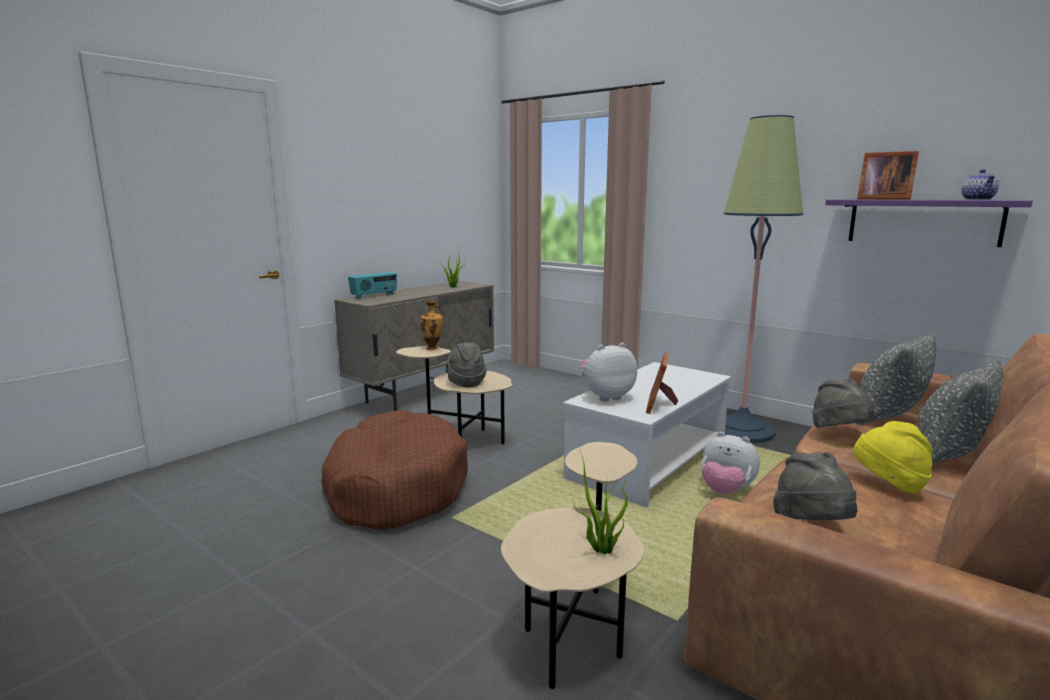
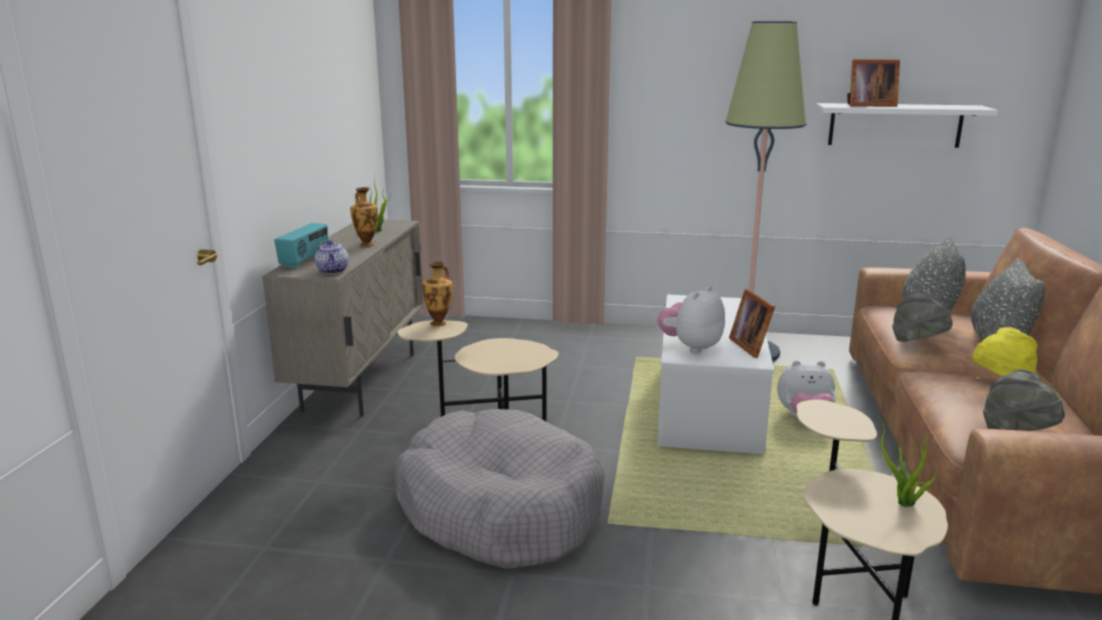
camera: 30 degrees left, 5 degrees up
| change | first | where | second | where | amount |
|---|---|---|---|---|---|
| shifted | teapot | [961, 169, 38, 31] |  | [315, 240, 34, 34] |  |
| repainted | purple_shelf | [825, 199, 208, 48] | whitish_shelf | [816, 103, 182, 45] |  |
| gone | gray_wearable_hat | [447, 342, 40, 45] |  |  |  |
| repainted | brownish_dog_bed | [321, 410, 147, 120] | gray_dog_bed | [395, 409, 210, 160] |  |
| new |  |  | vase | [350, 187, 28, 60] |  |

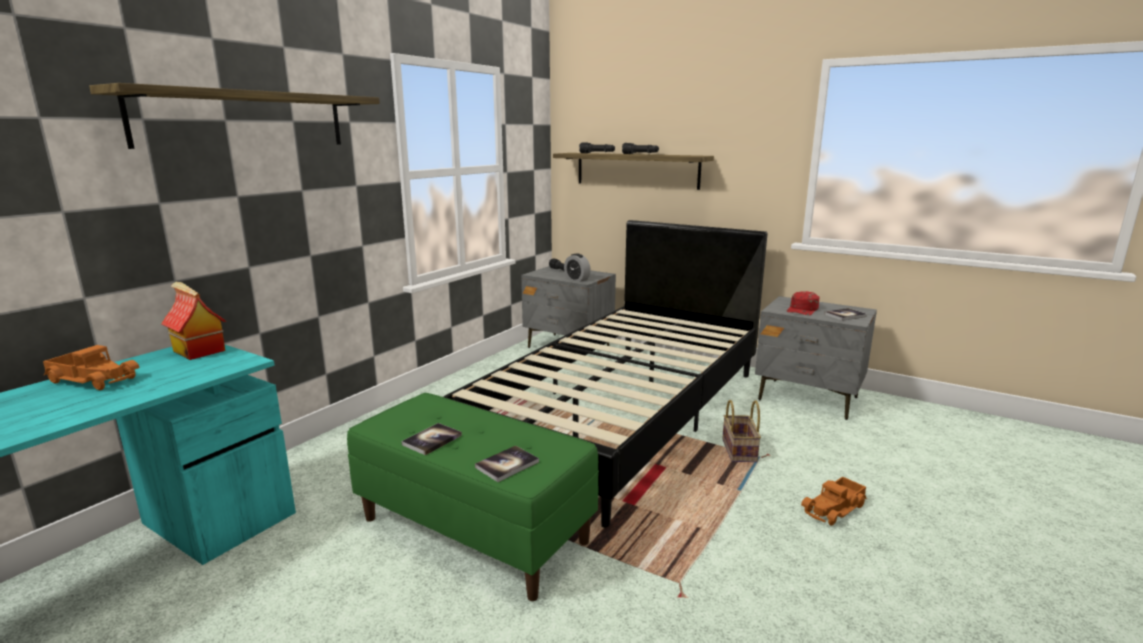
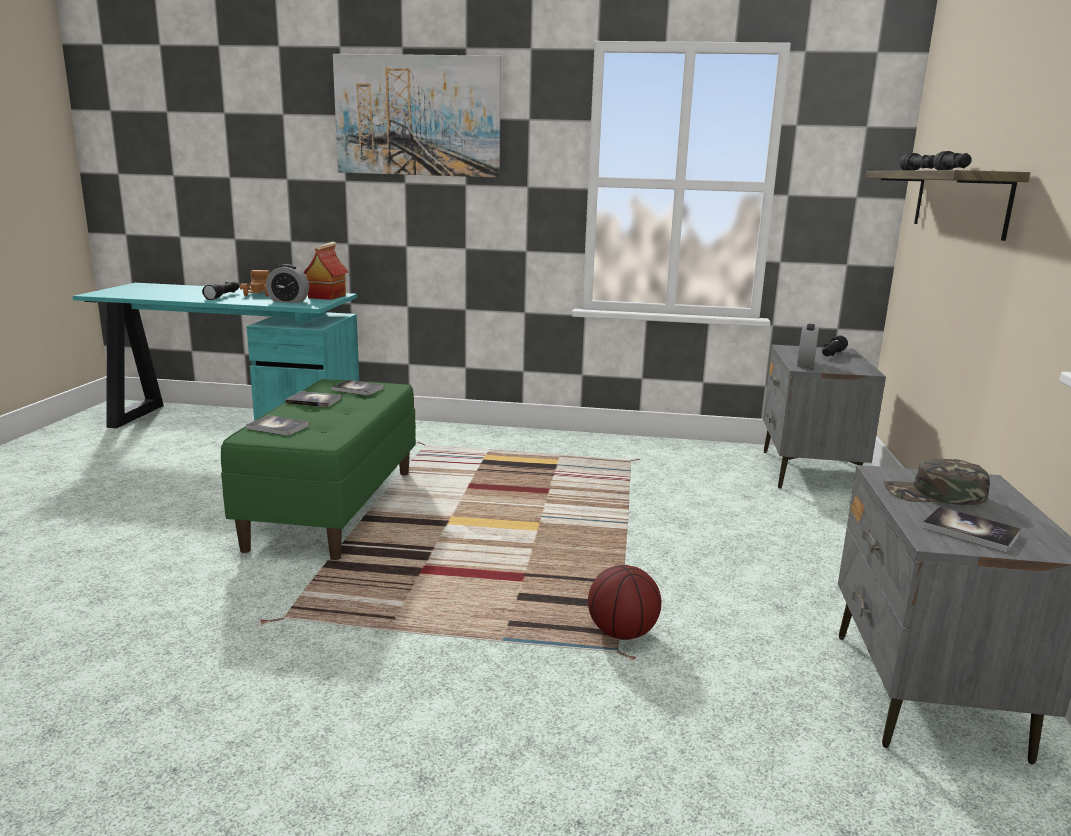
camera: 65 degrees right, 0 degrees up
| change | first | where | second | where | amount |
|---|---|---|---|---|---|
| swapped | shelf | [89, 83, 291, 66] | picture | [333, 54, 168, 123] |  |
| gone | black-coloured_sleeping_bed | [444, 220, 323, 308] |  |  |  |
| repainted | red-coloured_peaked_cap | [787, 291, 32, 24] | green-coloured_peaked_cap | [883, 459, 107, 46] |  |
| swapped | basket | [722, 400, 39, 62] | basketball | [588, 565, 73, 75] |  |
| gone | toy_lorry | [801, 476, 66, 50] |  |  |  |
| new |  |  | bedside_clock | [266, 264, 43, 39] |  |
| new |  |  | black-coloured_torch | [202, 282, 37, 18] |  |
| new |  |  | volume | [331, 380, 53, 16] |  |

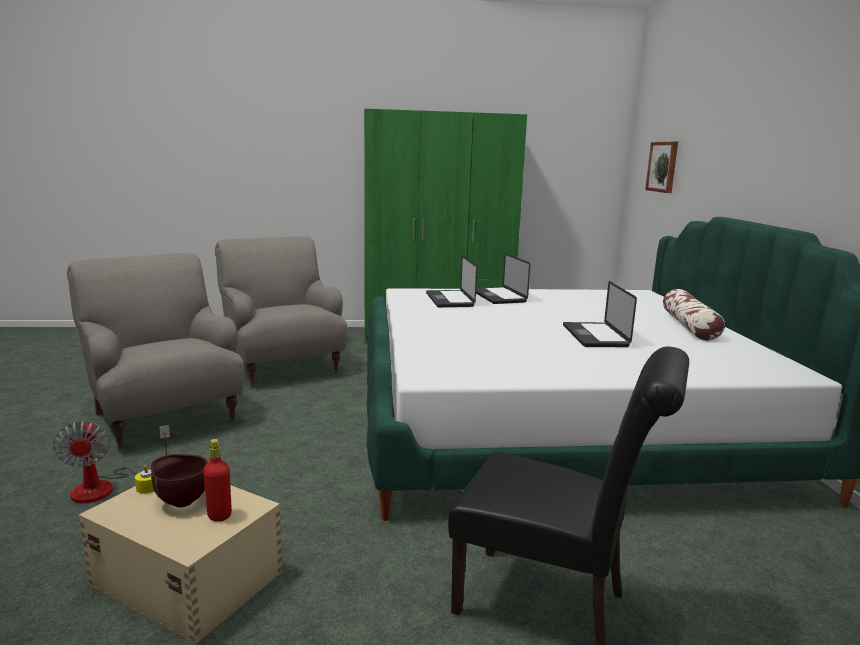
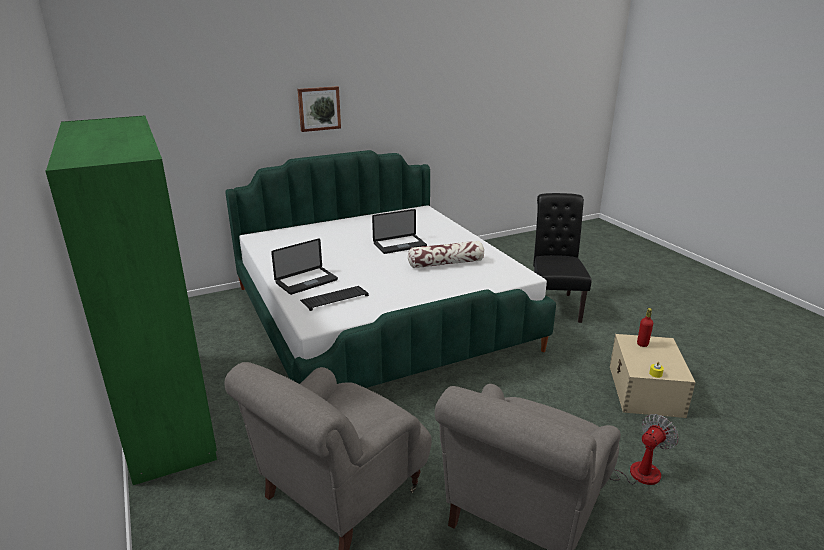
camera: 110 degrees left, 10 degrees up
| change | first | where | second | where | amount |
|---|---|---|---|---|---|
| shifted | picture | [645, 141, 33, 52] |  | [297, 86, 44, 46] |  |
| swapped | portable_computer | [426, 255, 51, 52] | keyboard | [300, 286, 69, 25] |  |
| shifted | cushion | [663, 289, 62, 52] |  | [408, 241, 76, 27] |  |
| gone | brownish_serving_bowl | [151, 454, 57, 53] |  |  |  |

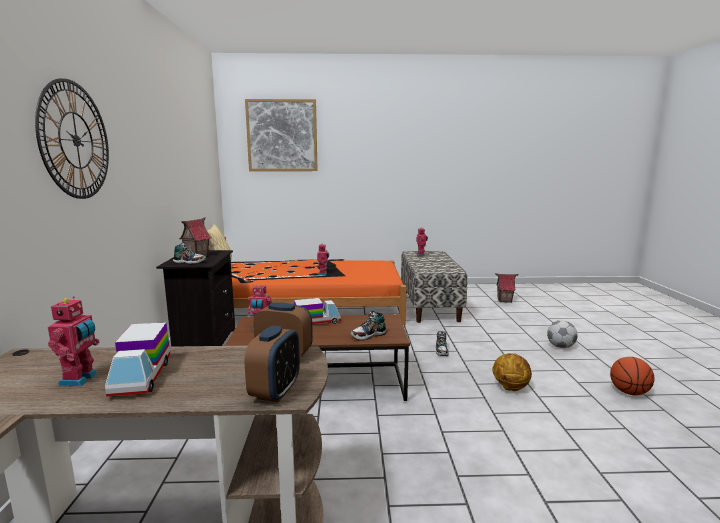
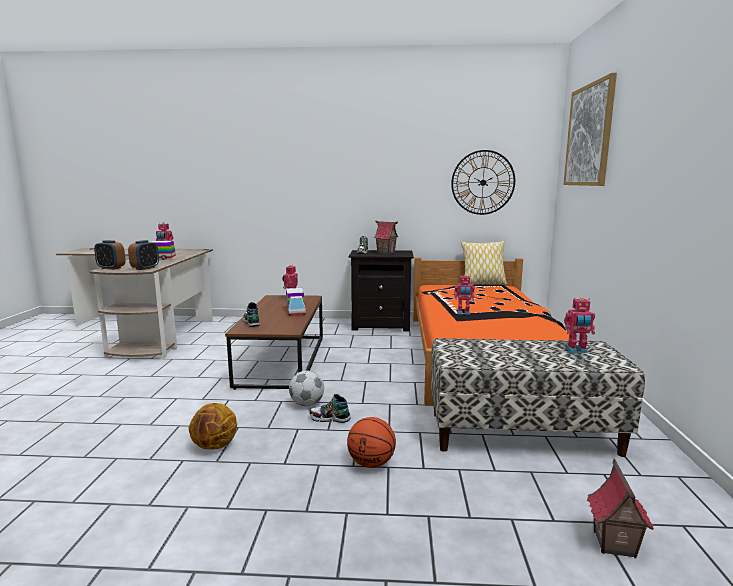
camera: 95 degrees right, 0 degrees up
| change | first | where | second | where | amount |
|---|---|---|---|---|---|
| shifted | clock_on_the_wall | [35, 78, 74, 121] |  | [451, 150, 64, 65] |  |
| shifted | ball_for_football | [547, 320, 31, 28] |  | [289, 371, 35, 35] |  |
| shifted | basketball | [610, 357, 44, 38] |  | [347, 417, 49, 51] |  |

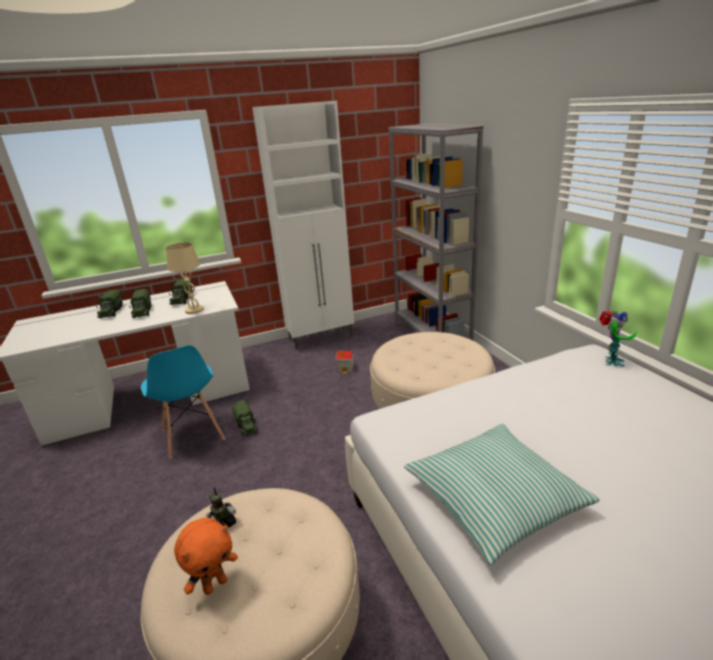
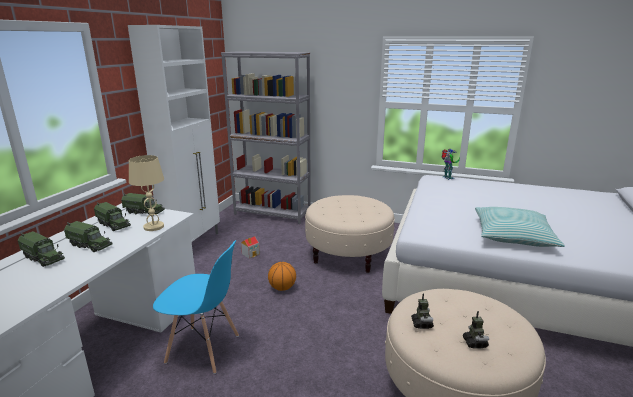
camera: 50 degrees left, 5 degrees down
| change | first | where | second | where | amount |
|---|---|---|---|---|---|
| shifted | toy_lorry | [232, 400, 26, 36] |  | [121, 193, 44, 22] |  |
| swapped | orange_cuddly_toy | [174, 518, 64, 77] | robot_figure | [463, 311, 26, 38] |  |
| new |  |  | basketball | [268, 262, 28, 29] |  |

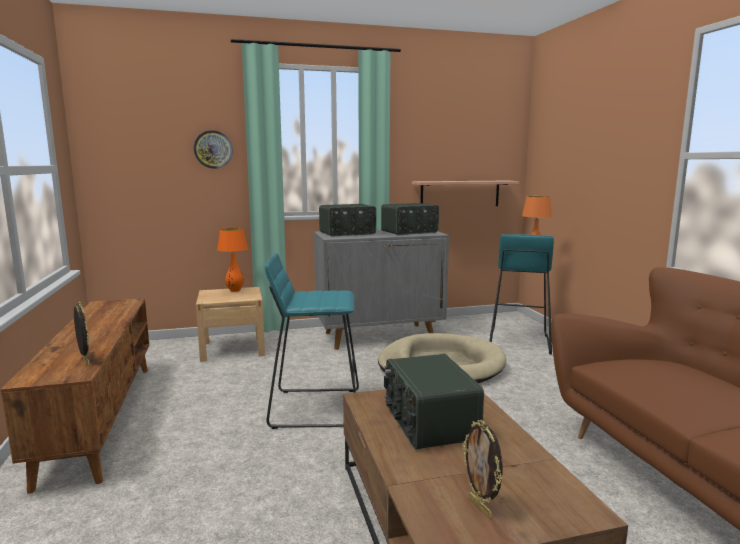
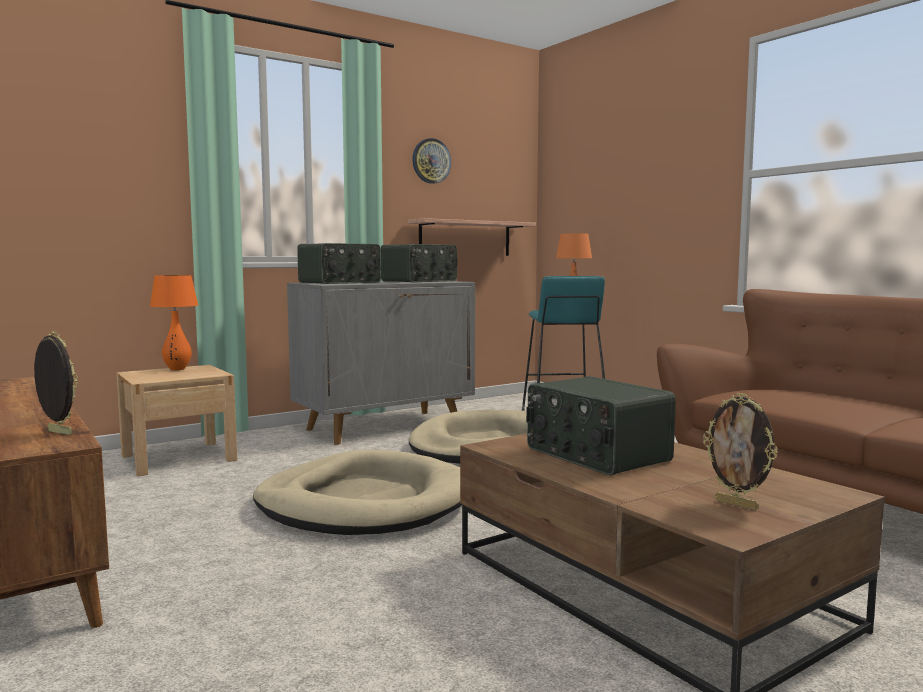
camera: 20 degrees left, 5 degrees down
| change | first | where | second | where | amount |
|---|---|---|---|---|---|
| shifted | clock_on_the_wall | [194, 130, 39, 39] |  | [412, 138, 39, 46] |  |
| swapped | blue-green_sitting_stool | [265, 253, 94, 176] | sand-coloured_dog_bed | [253, 450, 209, 85] |  |

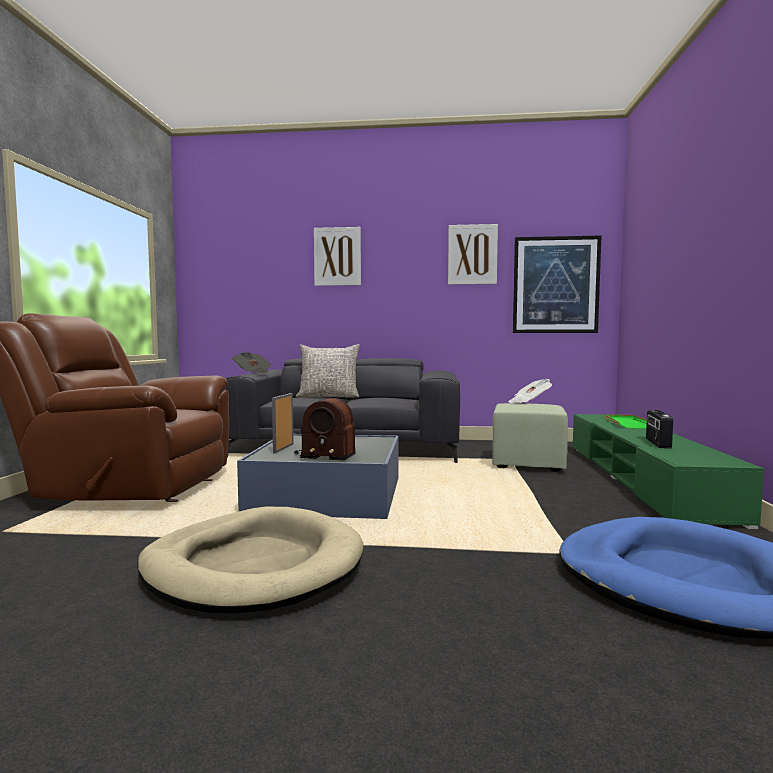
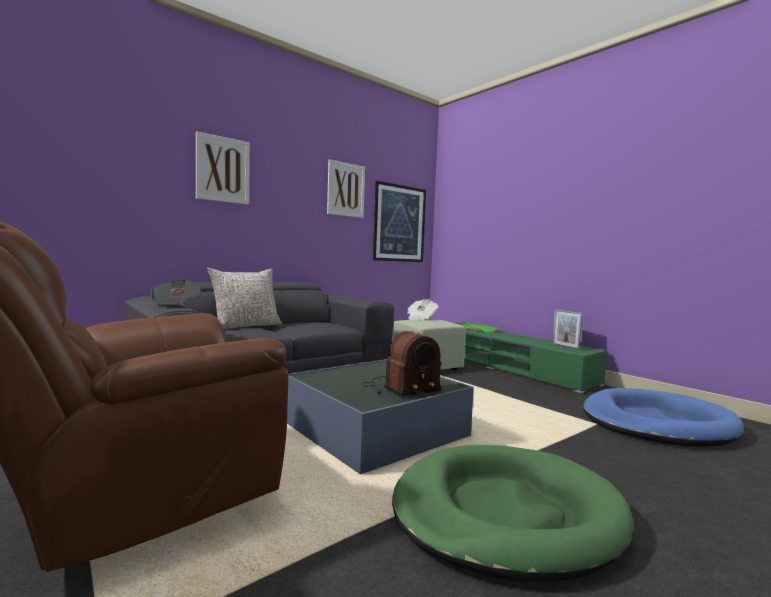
camera: 45 degrees left, 0 degrees up
| change | first | where | second | where | amount |
|---|---|---|---|---|---|
| shifted | picture_frame | [272, 393, 21, 60] |  | [552, 309, 31, 41] |  |
| gone | radio_receiver | [646, 410, 27, 39] |  |  |  |
| repainted | sand-coloured_dog_bed | [138, 507, 225, 106] | green-coloured_dog_bed | [392, 445, 241, 137] |  |

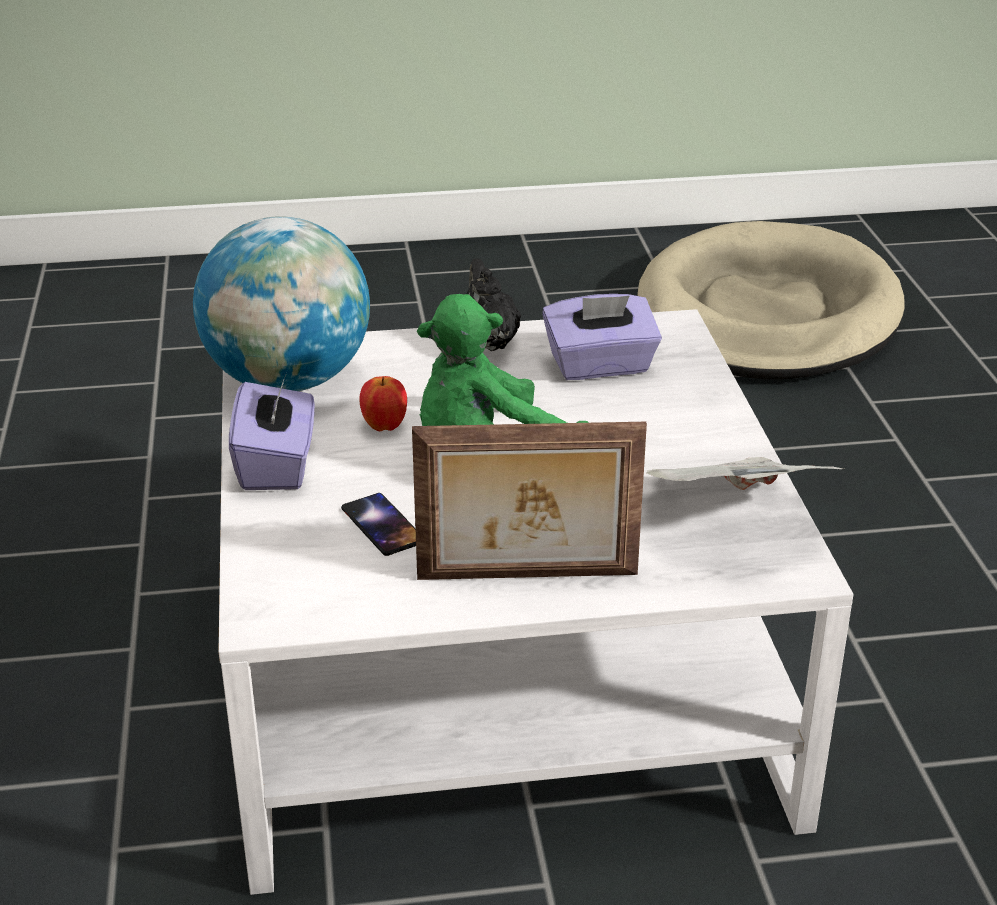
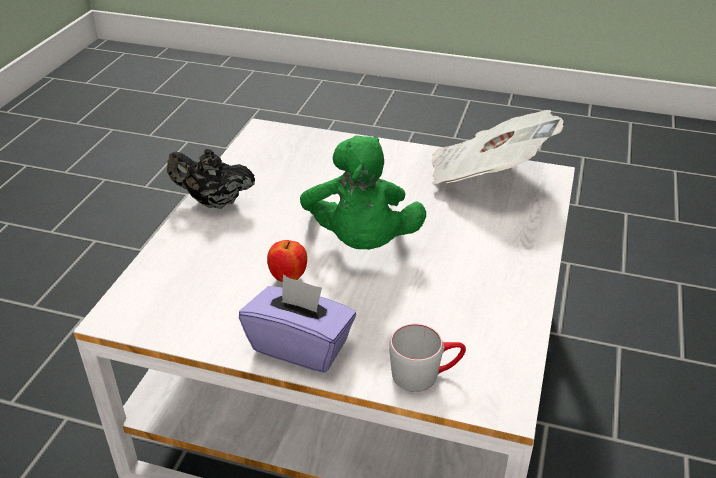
camera: 65 degrees left, 5 degrees up
| change | first | where | second | where | amount |
|---|---|---|---|---|---|
| gone | globe | [193, 216, 177, 175] |  |  |  |
| gone | sand-coloured_dog_bed | [637, 221, 268, 158] |  |  |  |
| gone | purple_tissue_box | [542, 294, 120, 86] |  |  |  |
| gone | picture_frame | [412, 422, 235, 158] |  |  |  |
| gone | phone | [341, 493, 75, 63] |  |  |  |
| new |  |  | gray_coffee_mug | [389, 324, 77, 68] |  |

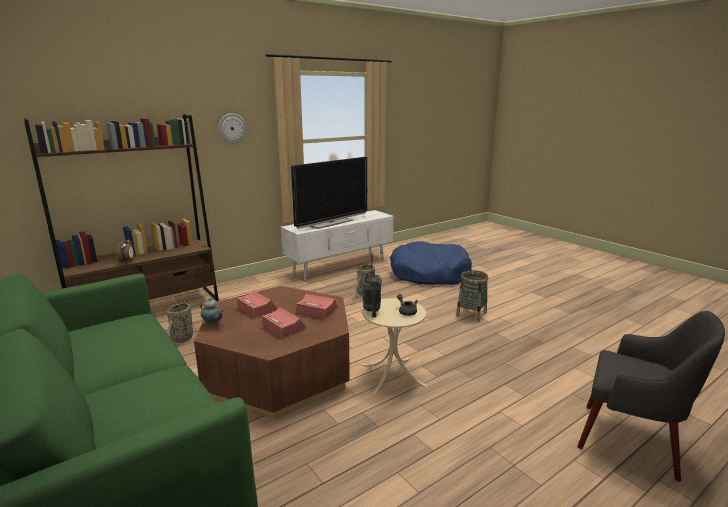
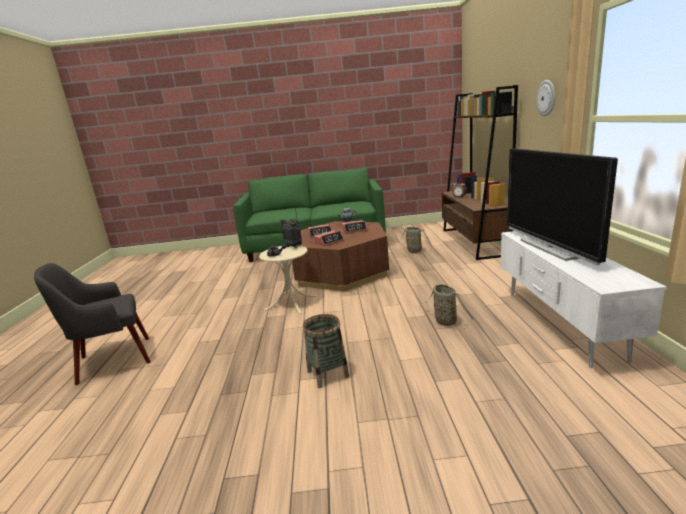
camera: 125 degrees right, 0 degrees up
| change | first | where | second | where | amount |
|---|---|---|---|---|---|
| gone | blue_dog_bed | [390, 241, 82, 44] |  |  |  |

